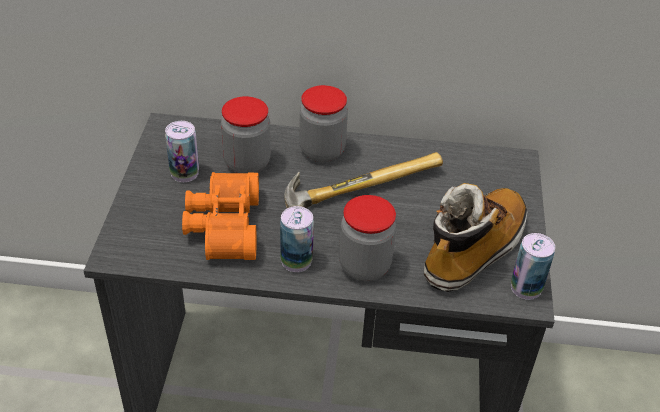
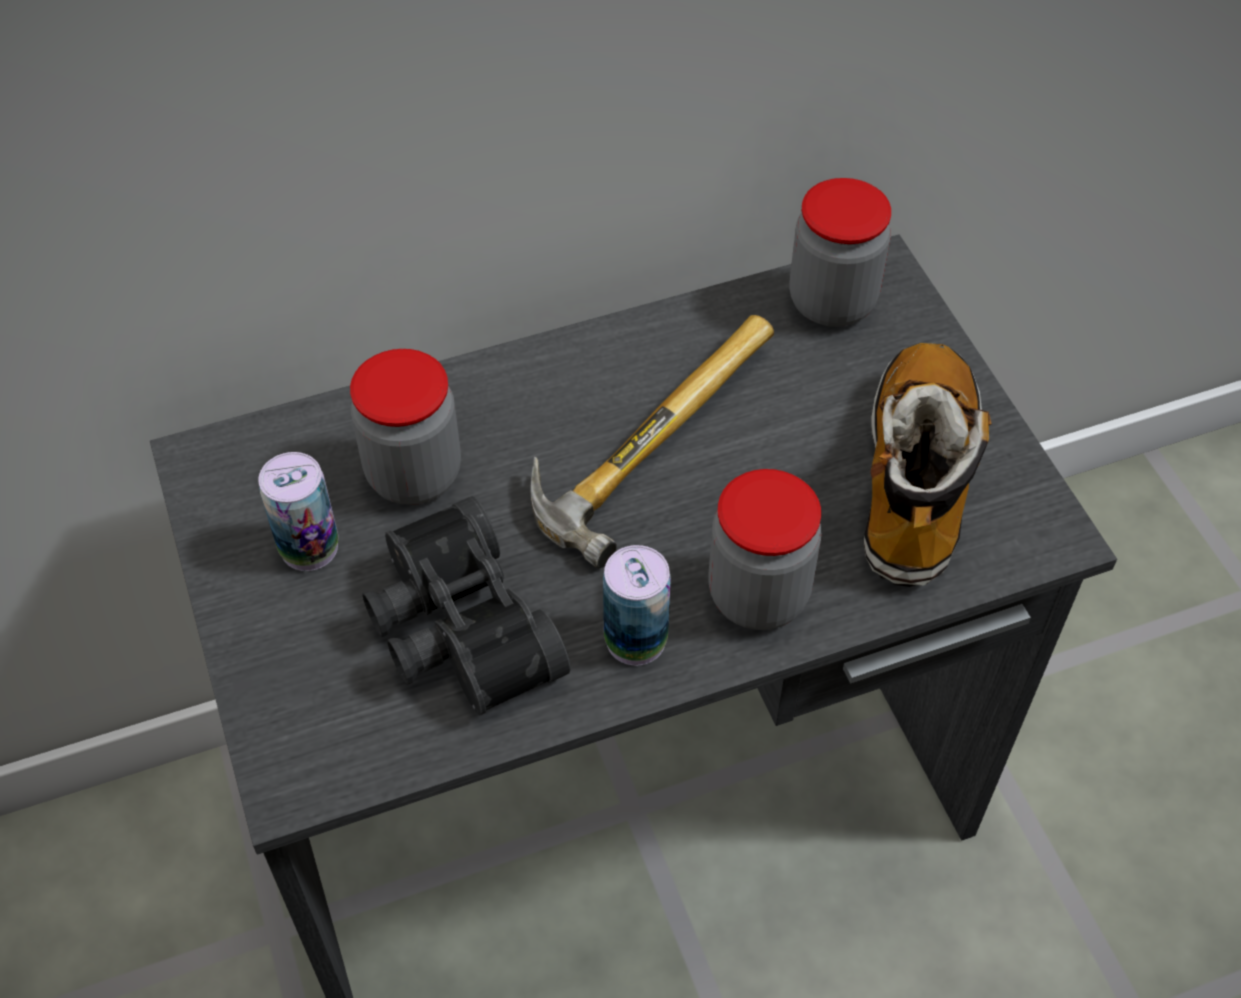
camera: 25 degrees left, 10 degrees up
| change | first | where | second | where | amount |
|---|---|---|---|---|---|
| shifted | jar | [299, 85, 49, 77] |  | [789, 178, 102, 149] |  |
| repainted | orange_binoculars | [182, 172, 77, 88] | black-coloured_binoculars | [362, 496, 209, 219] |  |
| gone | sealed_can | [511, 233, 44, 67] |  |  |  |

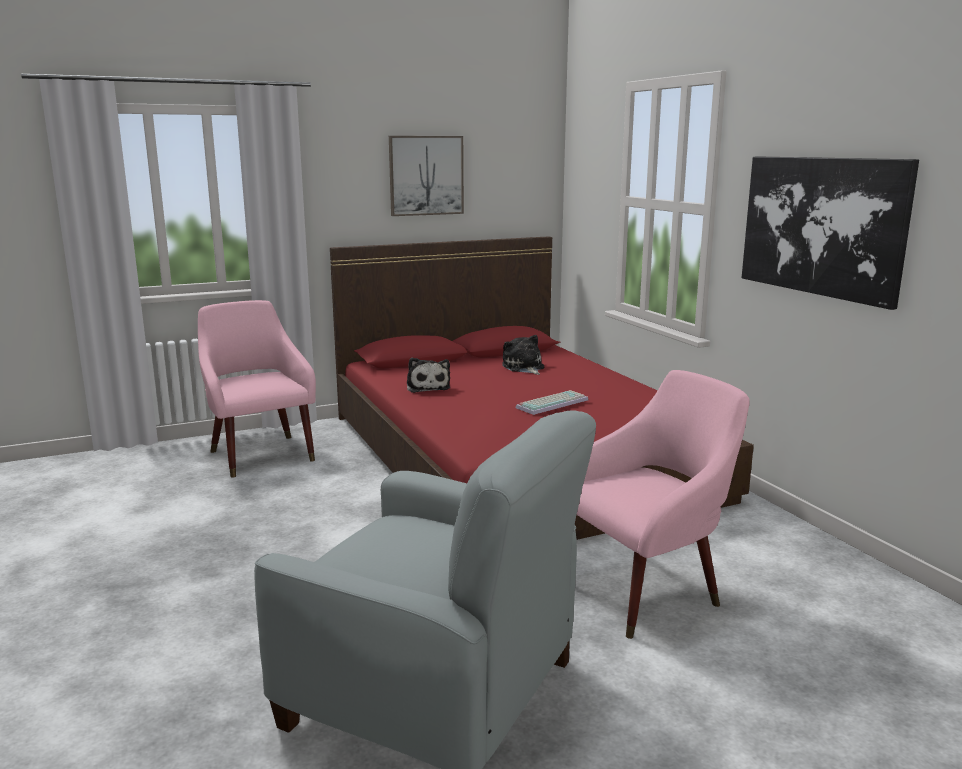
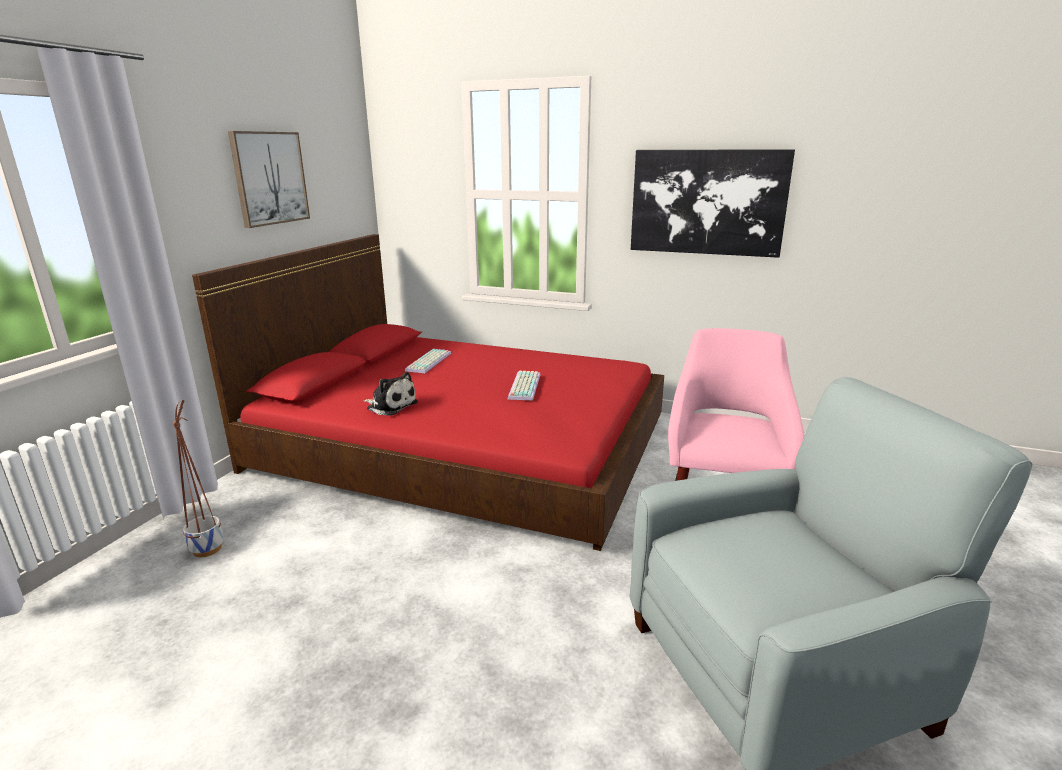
camera: 45 degrees left, 5 degrees up
| change | first | where | second | where | amount |
|---|---|---|---|---|---|
| swapped | pinkish_lounge_chair | [198, 300, 118, 178] | flower_pot | [173, 400, 50, 157] |  |
| swapped | cuddly_toy | [502, 335, 42, 40] | keyboard | [405, 349, 46, 24] |  |

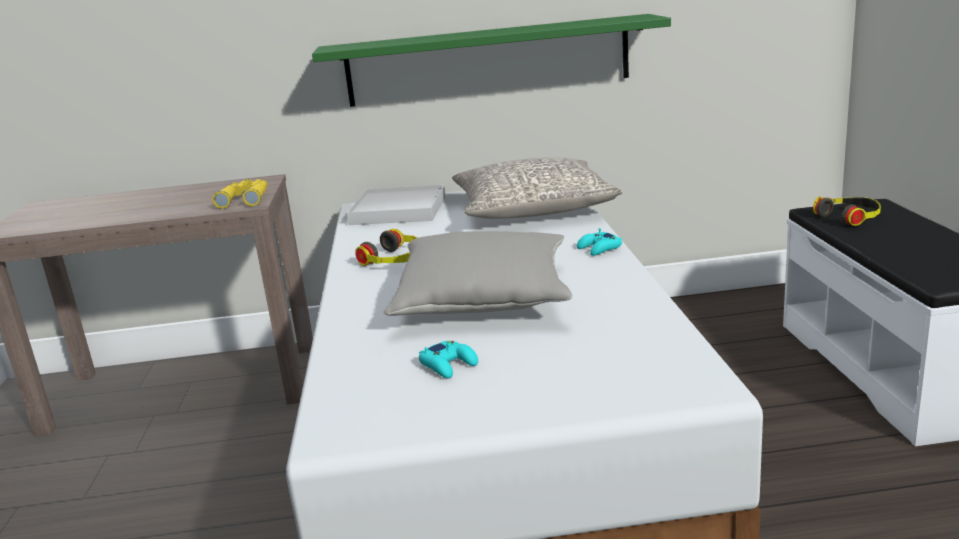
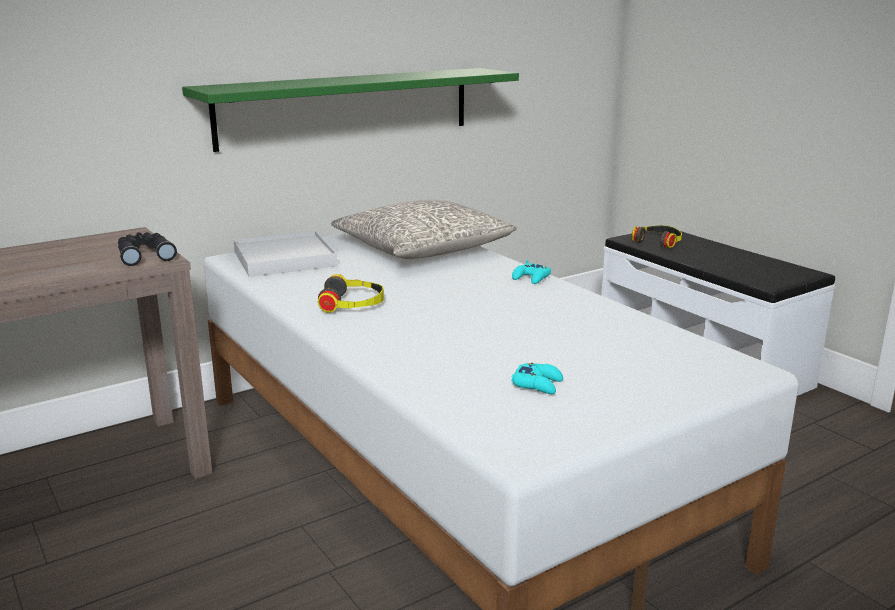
camera: 30 degrees left, 0 degrees up
| change | first | where | second | where | amount |
|---|---|---|---|---|---|
| repainted | yellow_binoculars | [212, 179, 56, 30] | black-coloured_binoculars | [118, 232, 59, 34] |  |
| gone | gray_cushion | [384, 231, 188, 85] |  |  |  |

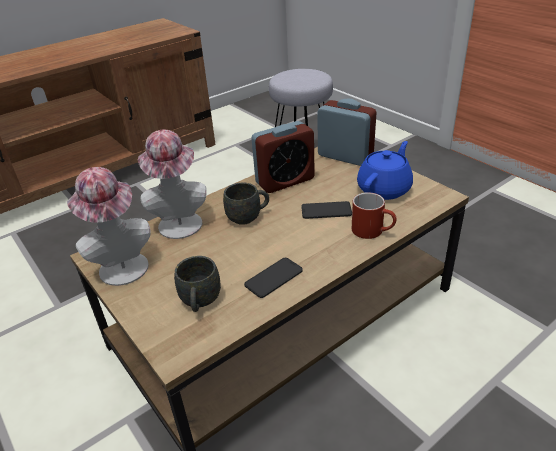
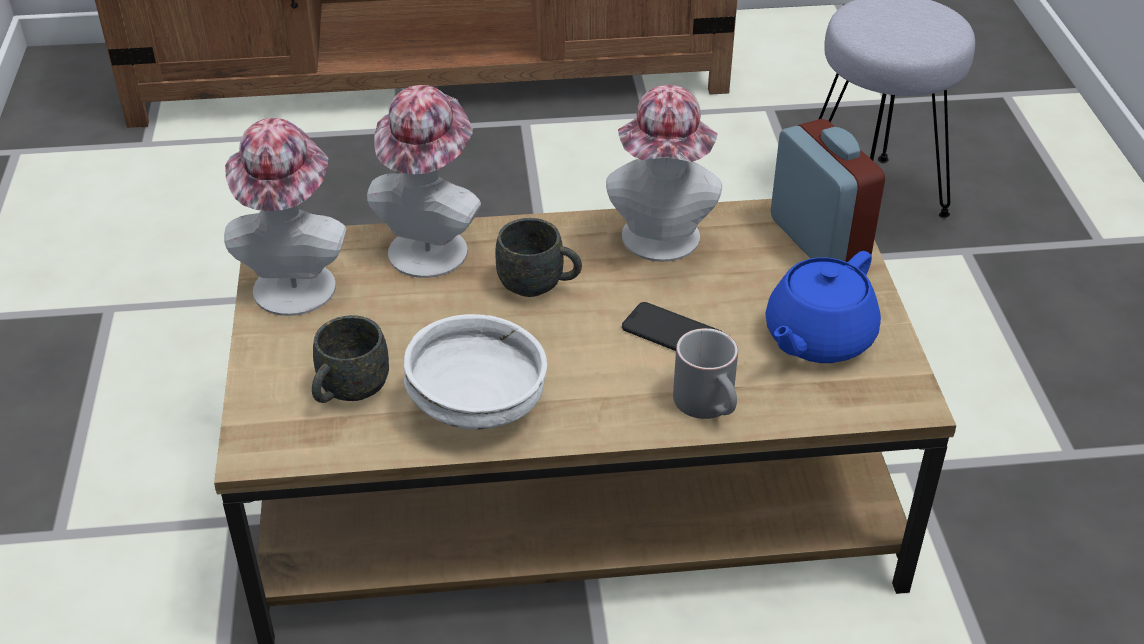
camera: 30 degrees right, 5 degrees up
| change | first | where | second | where | amount |
|---|---|---|---|---|---|
| swapped | bedside_clock | [251, 121, 64, 72] | wearable_hat | [606, 85, 116, 177] |  |
| rotated | blue_teapot | [357, 141, 56, 59] |  | [765, 251, 116, 112] | 150 degrees clockwise |
| repainted | red-coloured_coffee_mug | [352, 192, 45, 47] | gray_coffee_mug | [673, 328, 65, 91] |  |
| swapped | phone | [244, 258, 59, 40] | whitish_serving_bowl | [404, 314, 143, 116] |  |

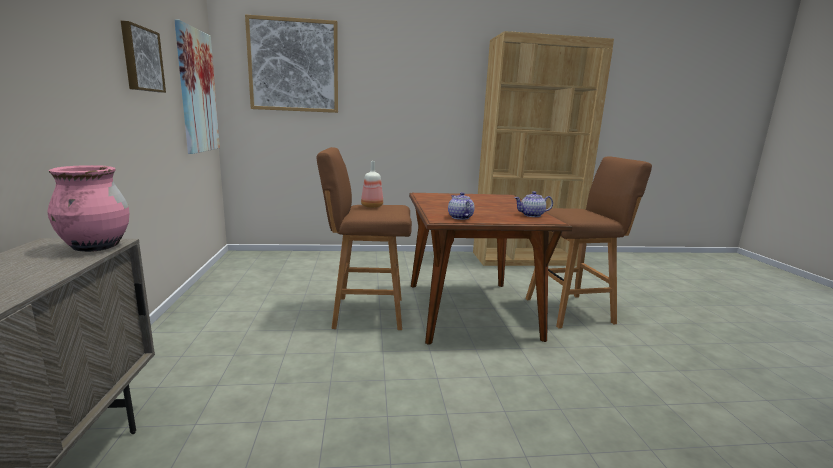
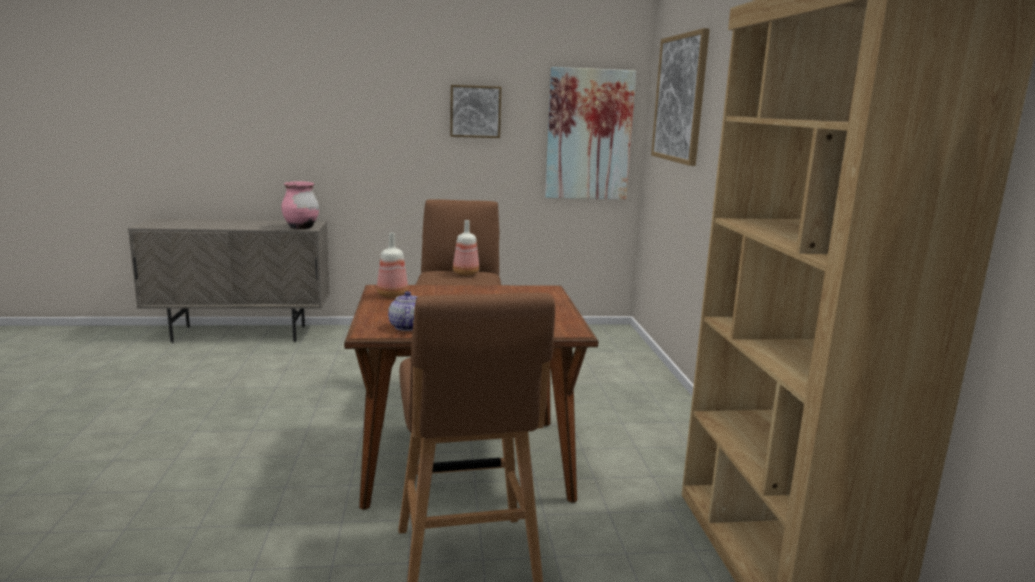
camera: 90 degrees right, 0 degrees up
| change | first | where | second | where | amount |
|---|---|---|---|---|---|
| swapped | teapot | [448, 192, 27, 28] | bottle | [377, 233, 31, 65] |  |

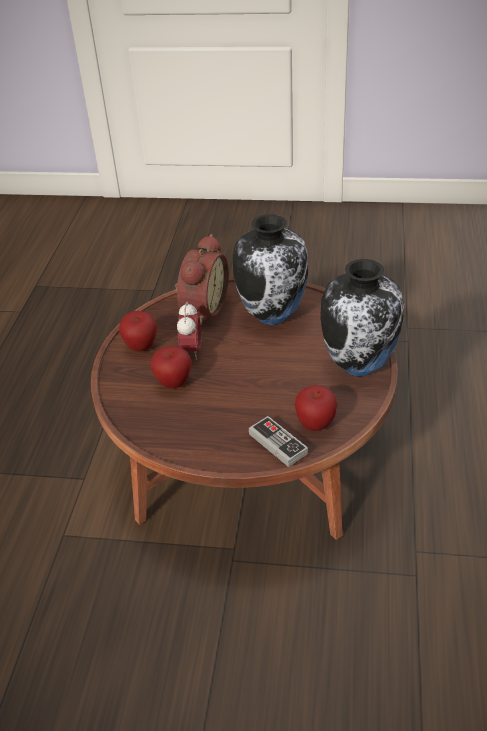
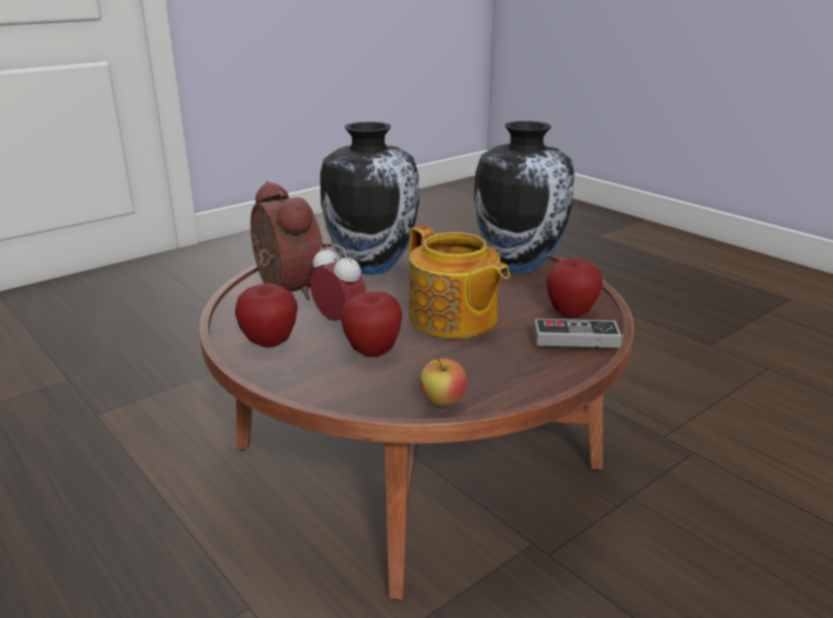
camera: 50 degrees left, 15 degrees down
| change | first | where | second | where | amount |
|---|---|---|---|---|---|
| new |  |  | teapot | [409, 225, 101, 114] |  |
| new |  |  | whole_apple | [419, 357, 48, 49] |  |

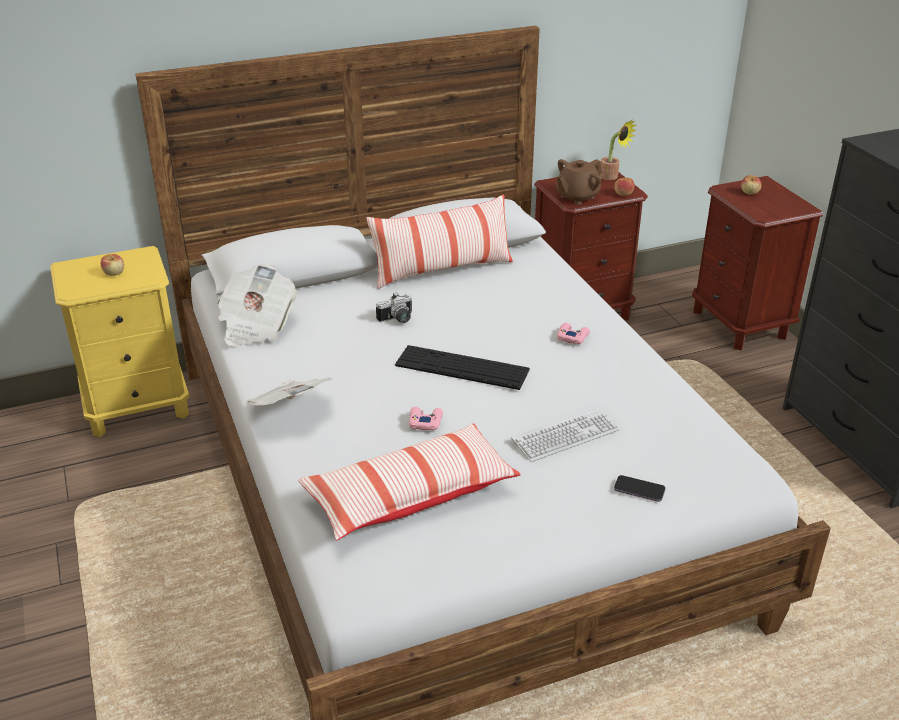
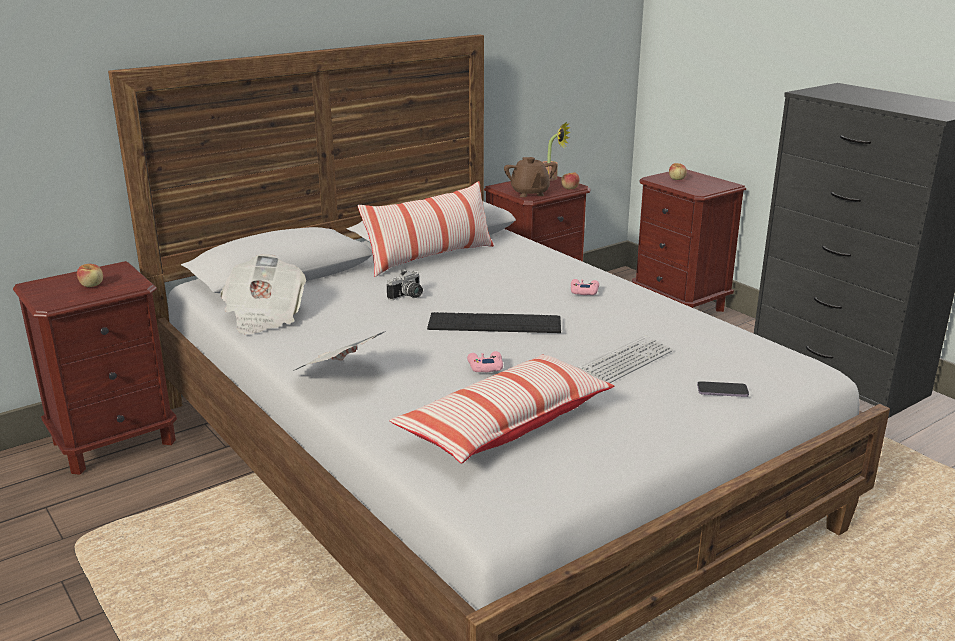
camera: 15 degrees left, 10 degrees down
| change | first | where | second | where | amount |
|---|---|---|---|---|---|
| rotated | brownish_teapot | [556, 159, 46, 45] |  | [504, 157, 53, 40] | 45 degrees counterclockwise |
| repainted | yellow_night_table | [50, 246, 139, 191] | brownish_night_table | [13, 261, 164, 214] |  |

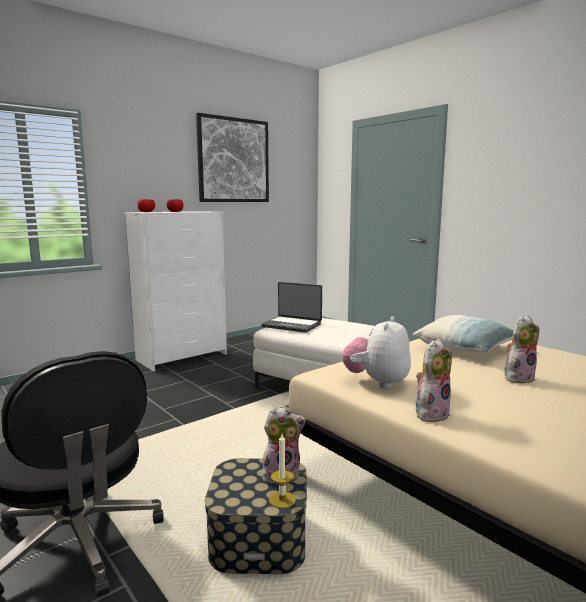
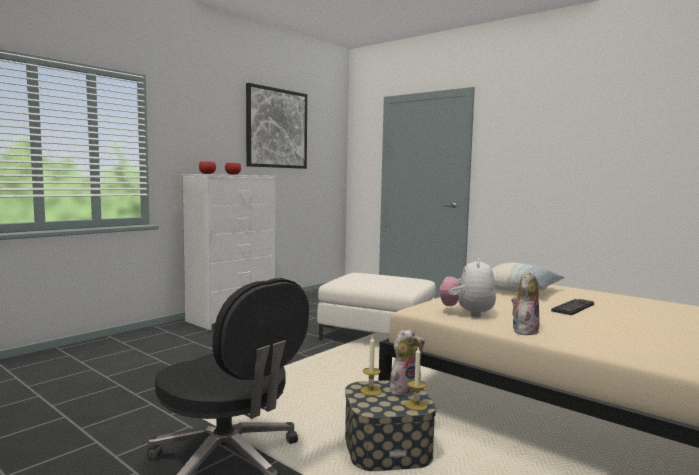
camera: 10 degrees left, 5 degrees down
| change | first | where | second | where | amount |
|---|---|---|---|---|---|
| gone | portable_computer | [261, 282, 61, 51] |  |  |  |
| swapped | cuddly_toy | [504, 315, 35, 68] | keyboard | [551, 299, 43, 16] |  |
| new |  |  | wax_light | [361, 335, 21, 61] |  |

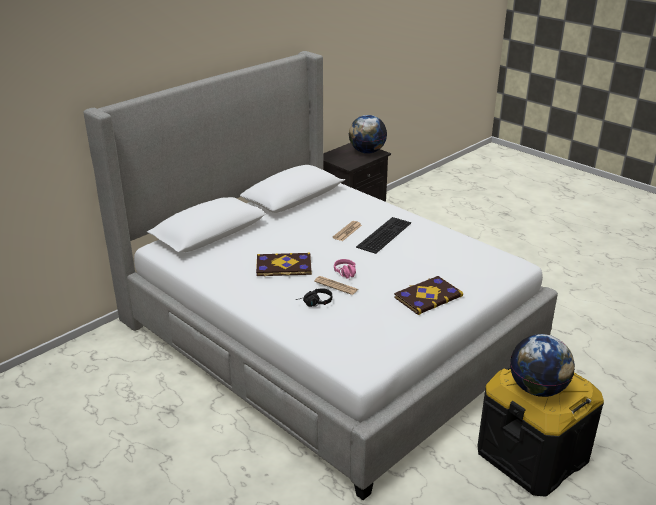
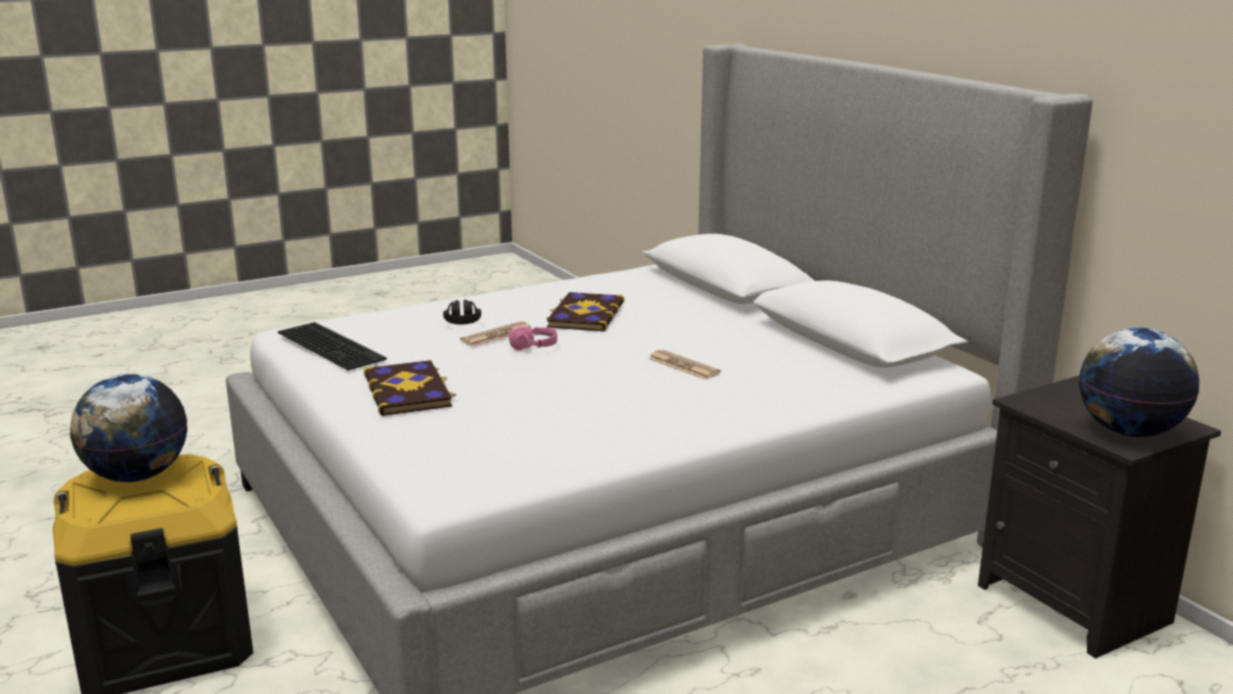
camera: 105 degrees right, 10 degrees down
| change | first | where | second | where | amount |
|---|---|---|---|---|---|
| shifted | keyboard | [356, 217, 55, 37] |  | [278, 322, 109, 48] |  |

